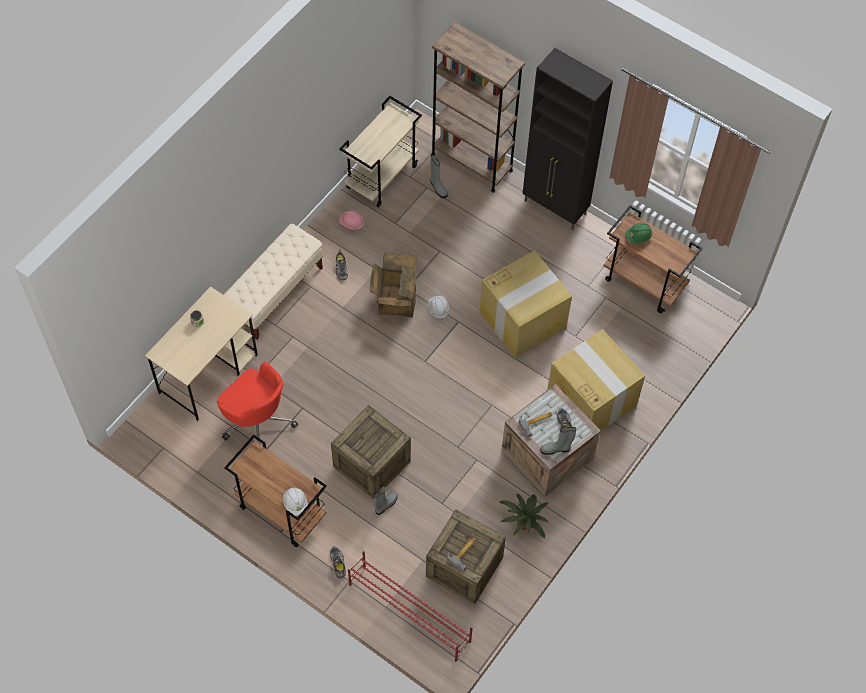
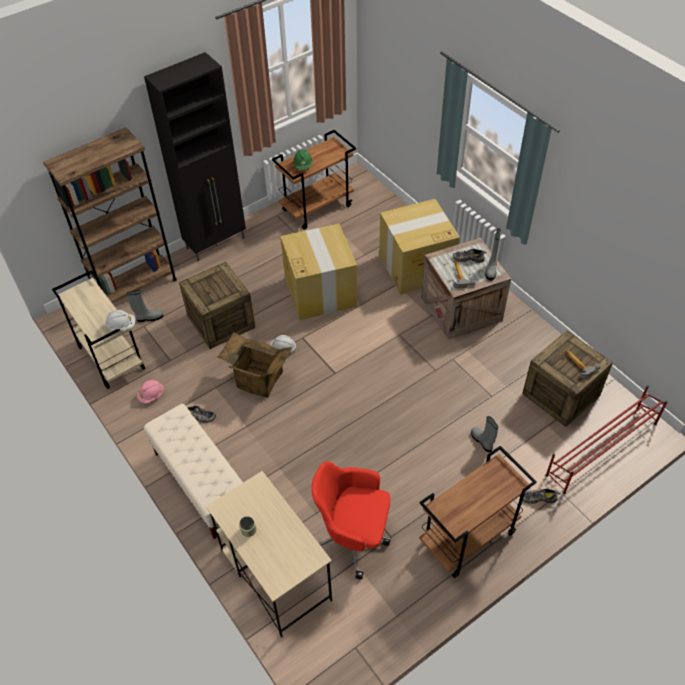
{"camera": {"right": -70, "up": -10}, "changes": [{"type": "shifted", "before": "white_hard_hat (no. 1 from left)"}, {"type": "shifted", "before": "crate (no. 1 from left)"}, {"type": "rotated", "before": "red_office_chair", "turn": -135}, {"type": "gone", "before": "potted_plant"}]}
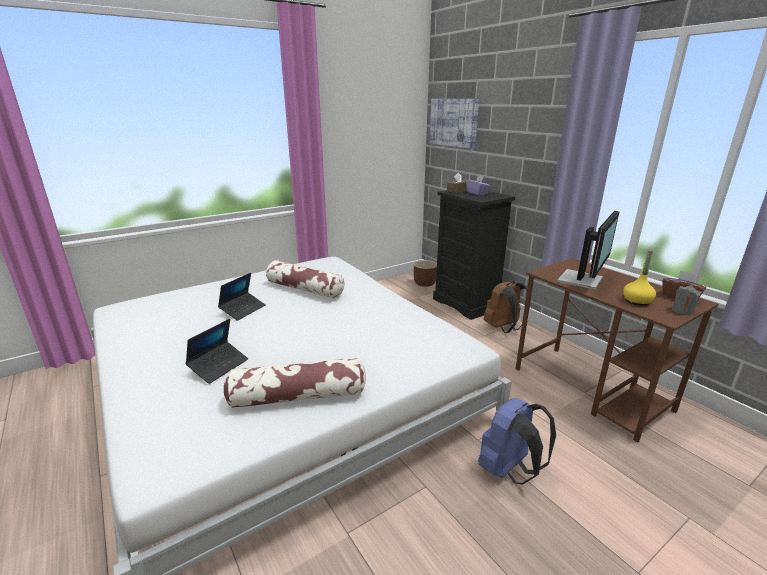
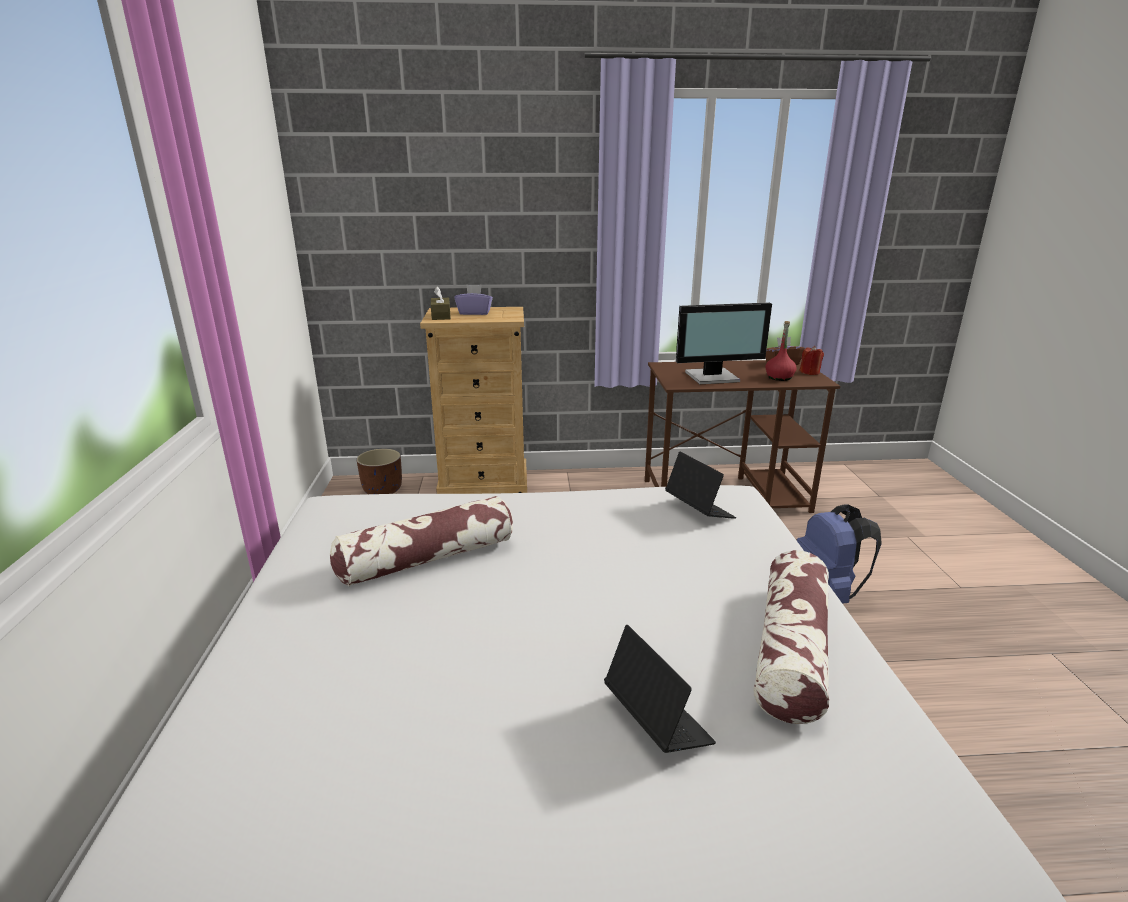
{"camera": {"right": -60, "up": 0}, "changes": [{"type": "repainted", "before": "black_dresser", "after": "beige_dresser"}, {"type": "shifted", "before": "laptop (no. 2 from left)"}, {"type": "rotated", "before": "monitor", "turn": 105}, {"type": "repainted", "before": "yellow_bottle", "after": "red_bottle"}, {"type": "repainted", "before": "grey_candle", "after": "red_candle"}, {"type": "gone", "before": "picture"}, {"type": "gone", "before": "brown_backpack"}]}
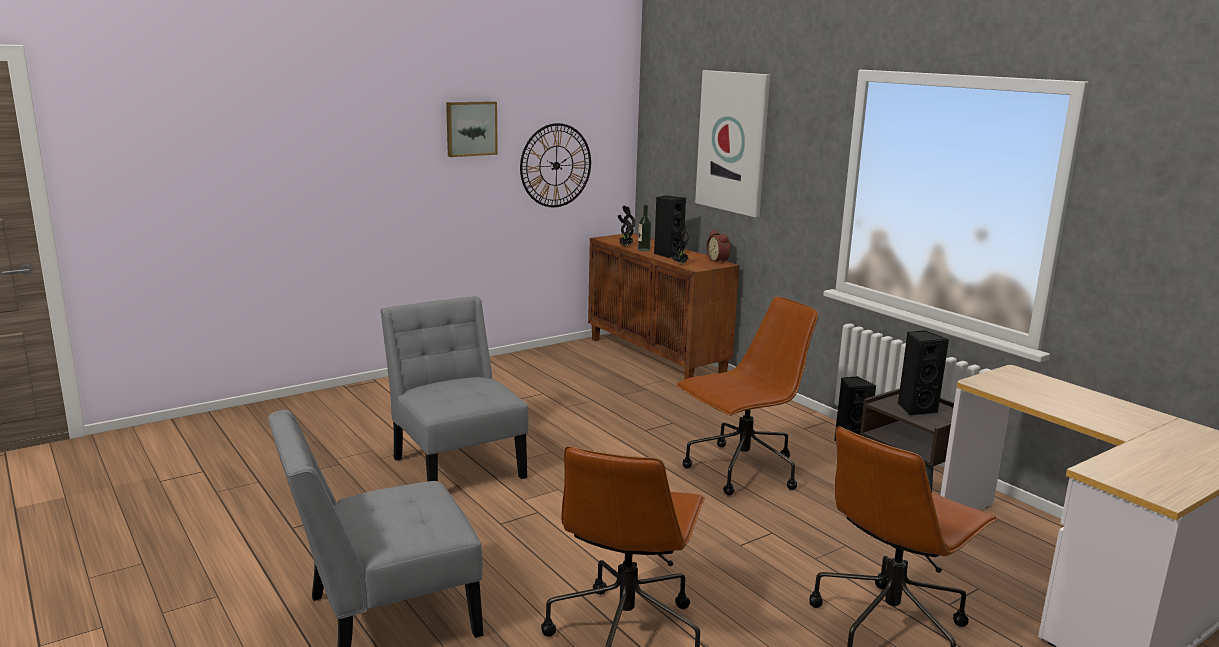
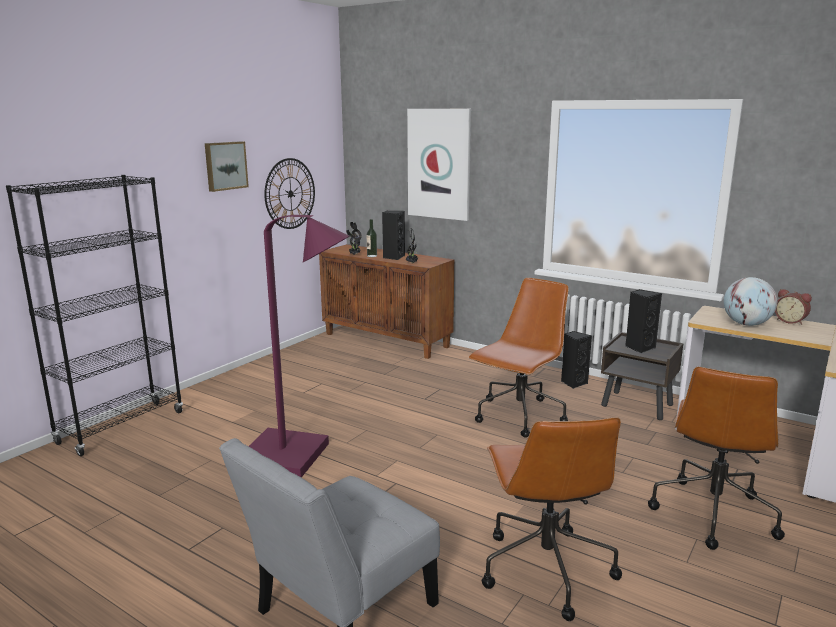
{"camera": {"right": -20, "up": 0}, "changes": [{"type": "new", "after": "black_bookcase"}, {"type": "swapped", "before": "grey_chair (no. 2 from left)", "after": "purple_floor_lamp"}, {"type": "new", "after": "globe"}, {"type": "shifted", "before": "alarm_clock"}]}
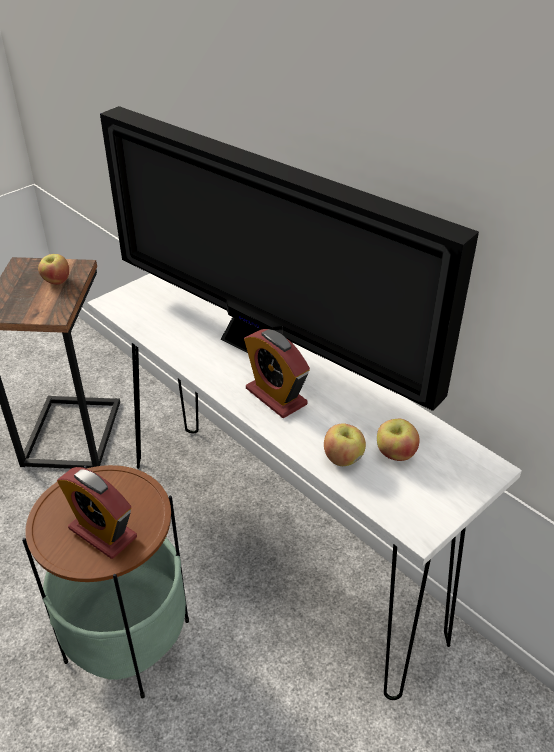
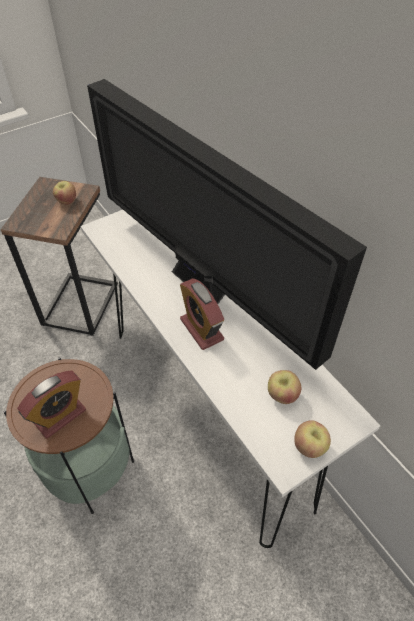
{"camera": {"right": 10, "up": 10}, "changes": [{"type": "rotated", "before": "alarm_clock (no. 1 from left)", "turn": -90}, {"type": "shifted", "before": "apple (no. 2 from left in the first image)", "after": "apple (no. 3 from left)"}]}
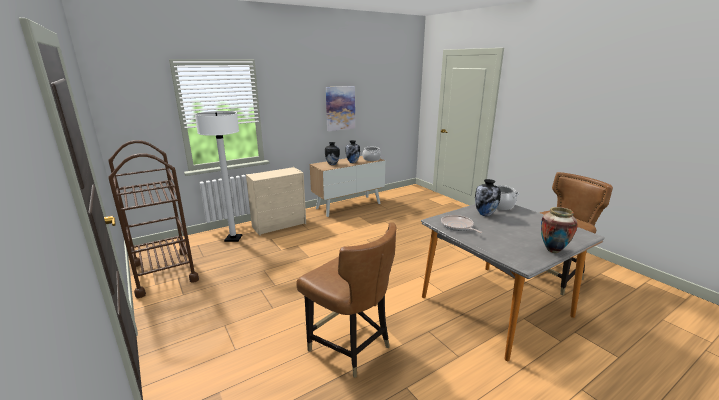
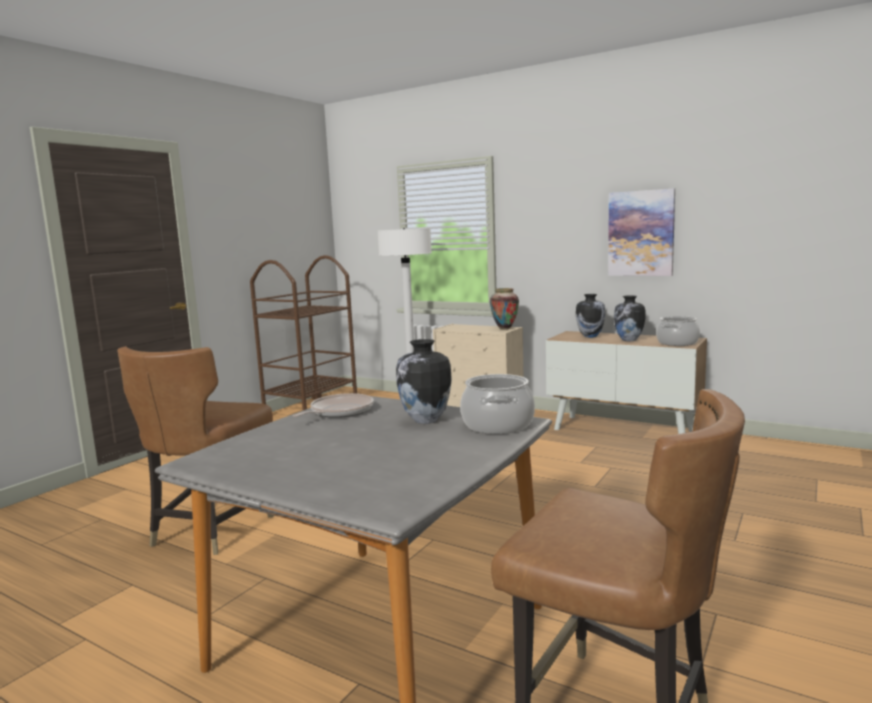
{"camera": {"right": 65, "up": -10}, "changes": [{"type": "shifted", "before": "vase (no. 4 from left in the first image)", "after": "vase (no. 2 from left)"}]}
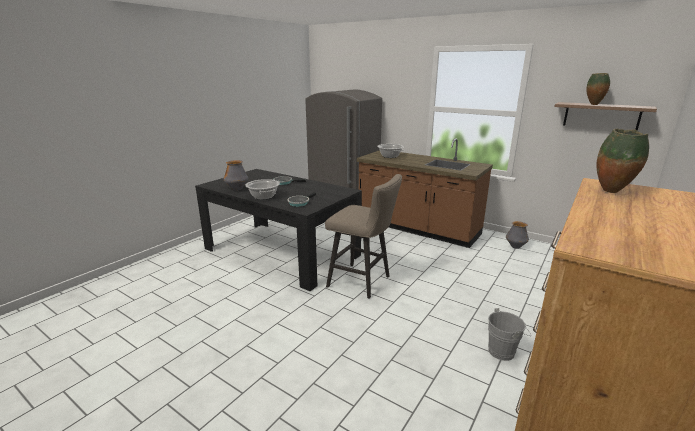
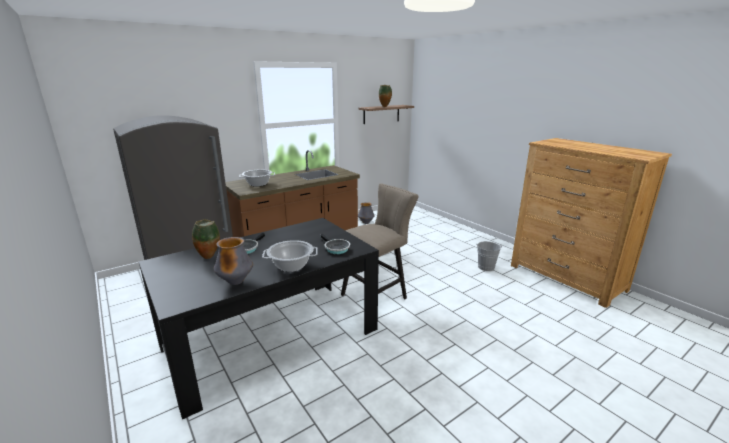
{"camera": {"right": -70, "up": 0}, "changes": [{"type": "shifted", "before": "vase (no. 4 from left in the first image)", "after": "vase (no. 1 from left)"}]}
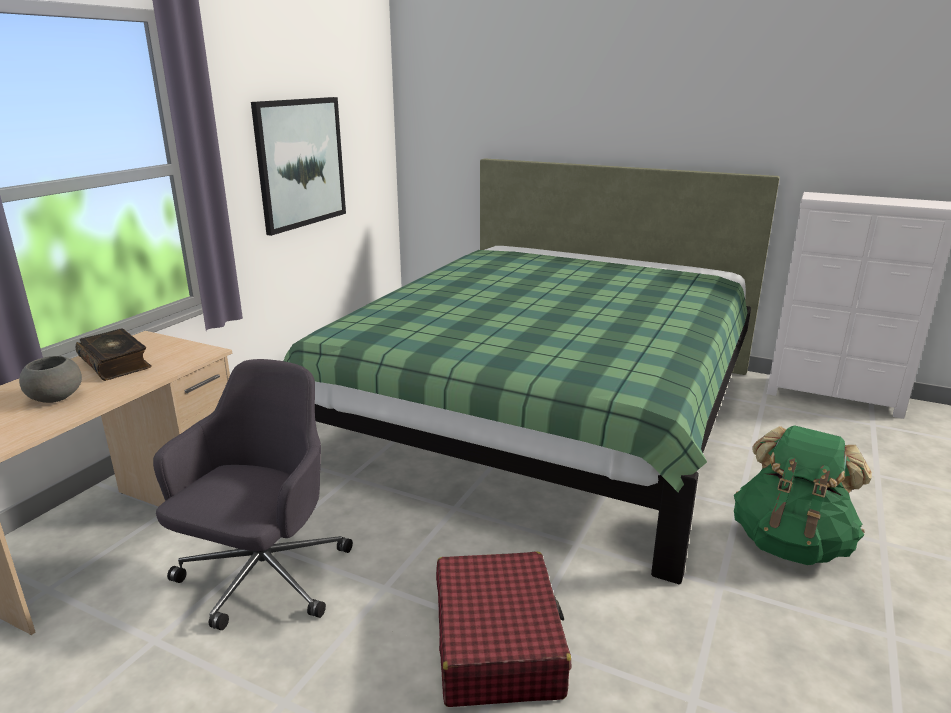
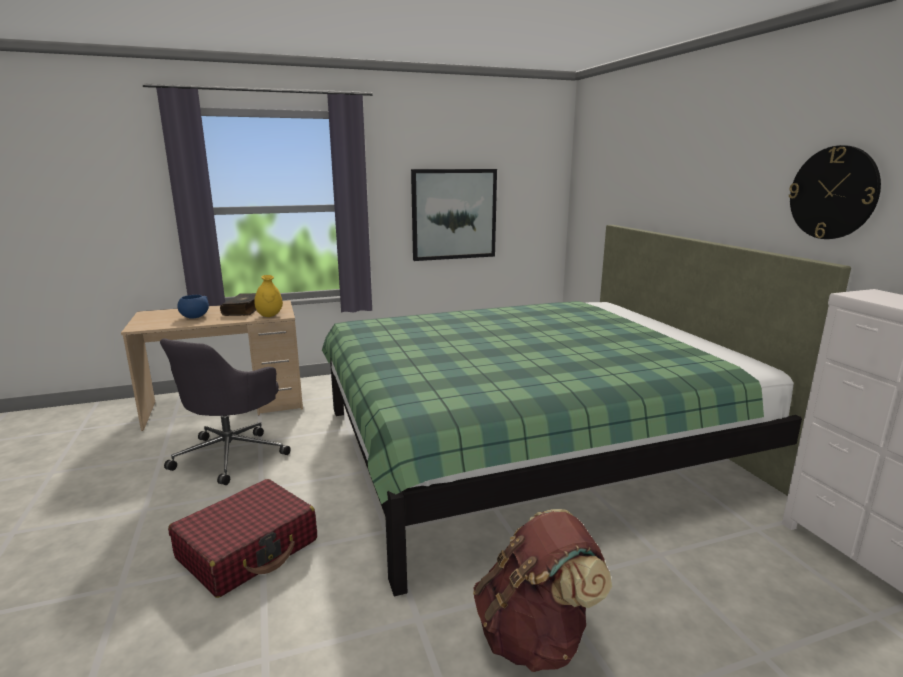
{"camera": {"right": 45, "up": -5}, "changes": [{"type": "rotated", "before": "grey_office_chair", "turn": 135}, {"type": "repainted", "before": "grey_bowl", "after": "blue_bowl"}, {"type": "new", "after": "yellow_vase"}, {"type": "repainted", "before": "green_backpack", "after": "brown_backpack"}, {"type": "new", "after": "wall_clock"}]}
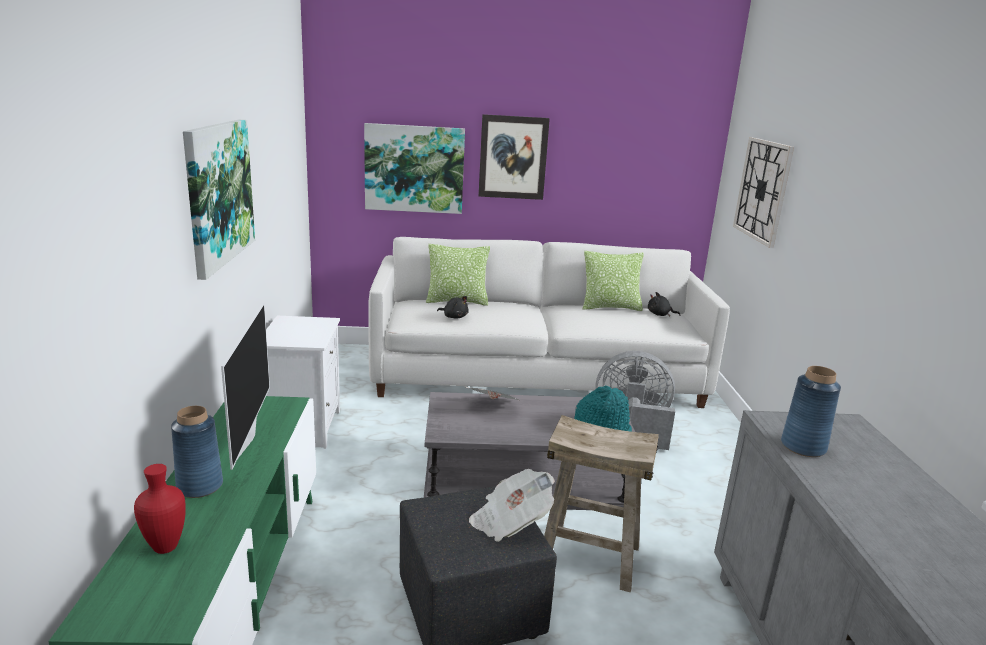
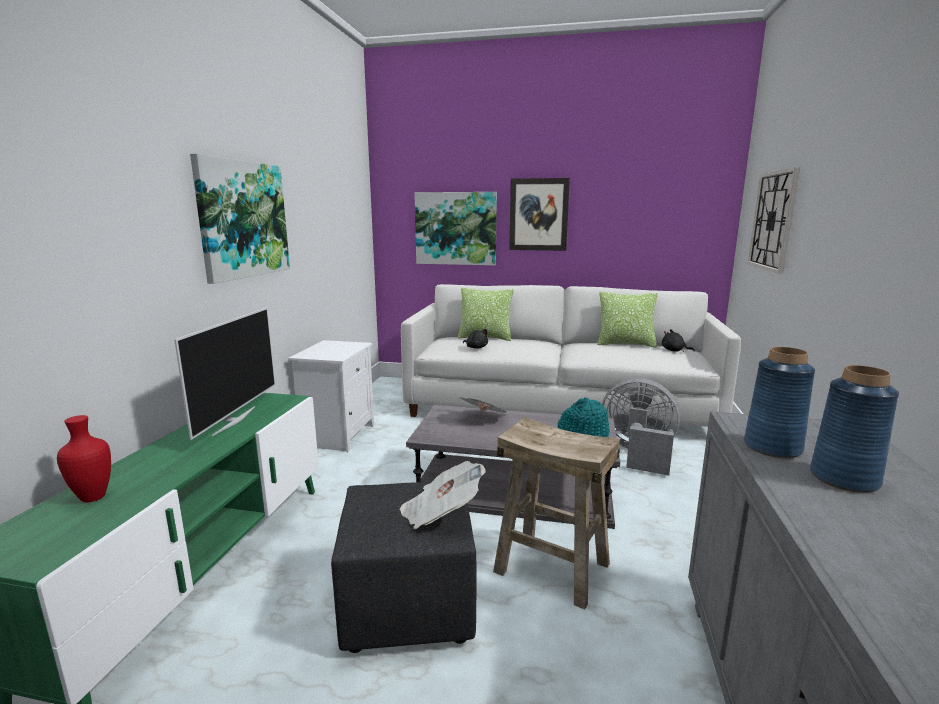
{"camera": {"right": 15, "up": -5}, "changes": [{"type": "shifted", "before": "blue_vase (no. 1 from left in the first image)", "after": "blue_vase (no. 2 from left)"}]}
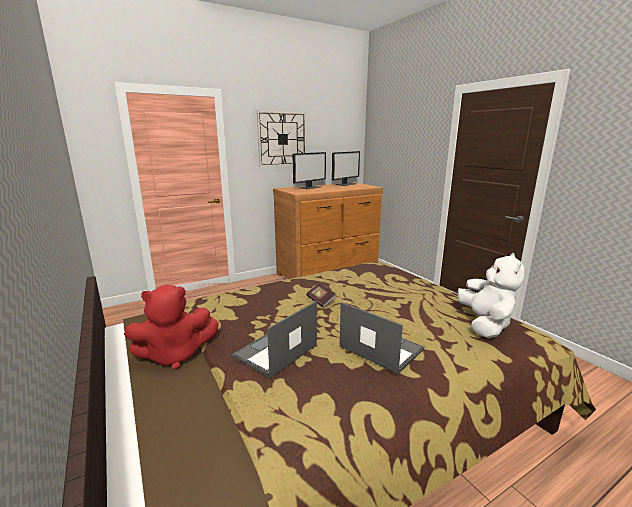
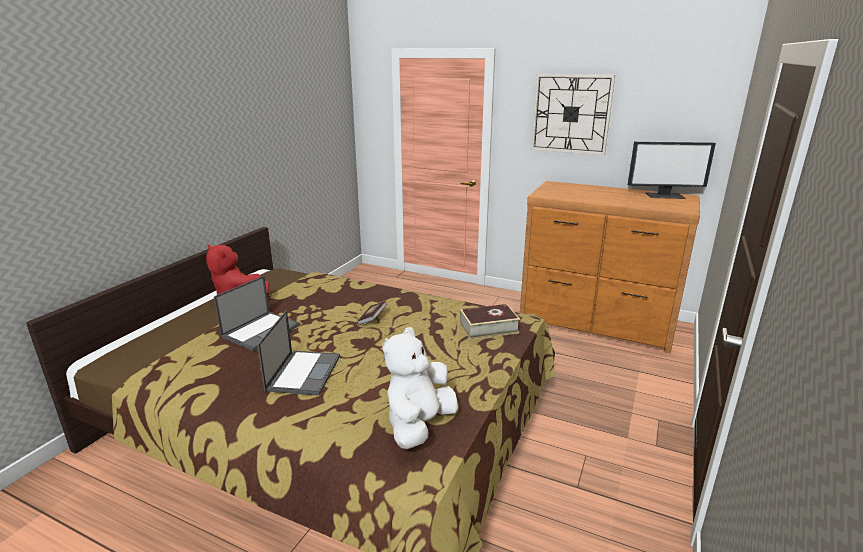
{"camera": {"right": 55, "up": 5}, "changes": [{"type": "rotated", "before": "laptop (no. 1 from left)", "turn": 120}, {"type": "rotated", "before": "white_plush_toy", "turn": 150}, {"type": "new", "after": "book (no. 2 from left)"}, {"type": "gone", "before": "monitor (no. 1 from left)"}]}
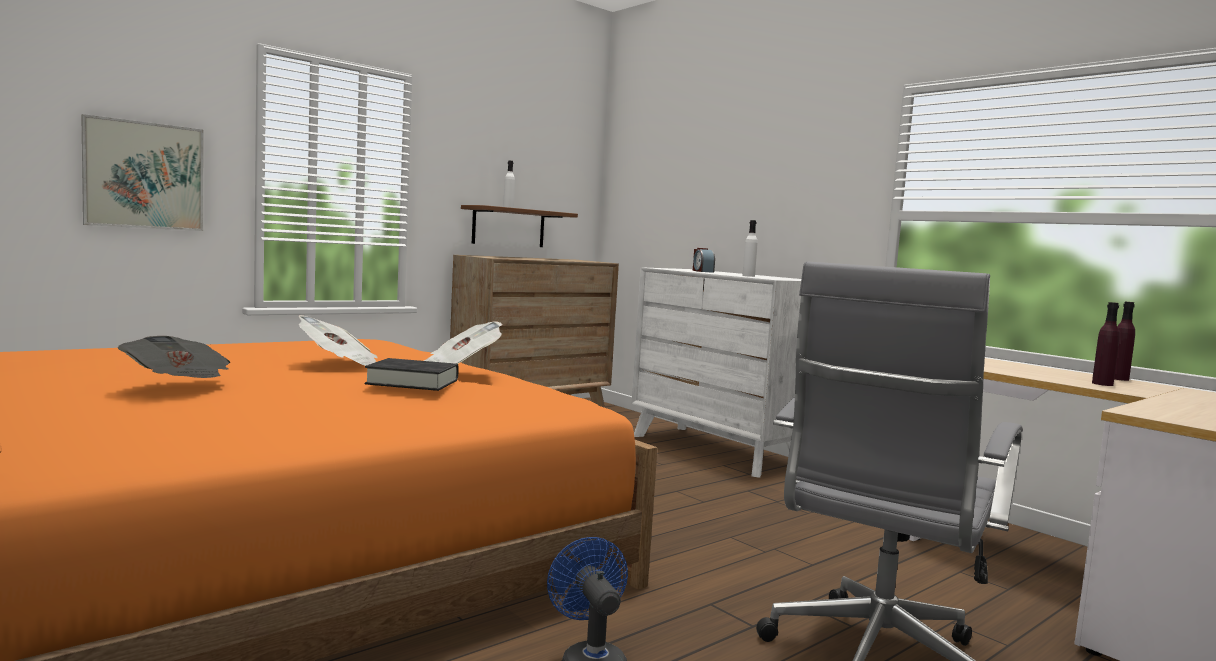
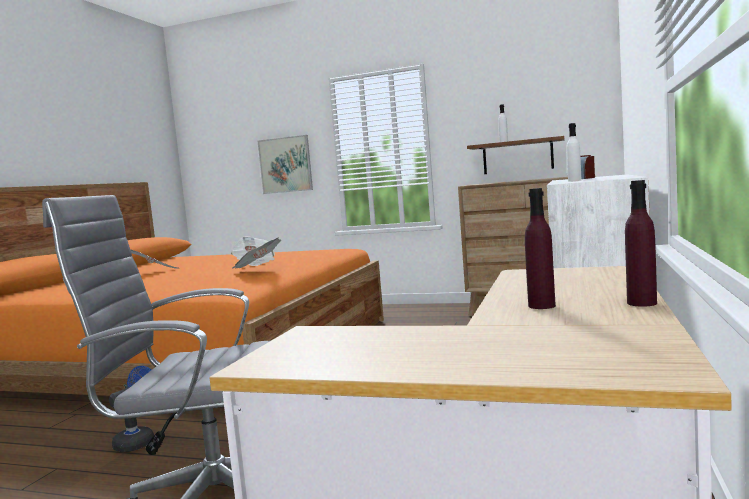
{"camera": {"right": 60, "up": 0}, "changes": [{"type": "gone", "before": "black_book"}]}
